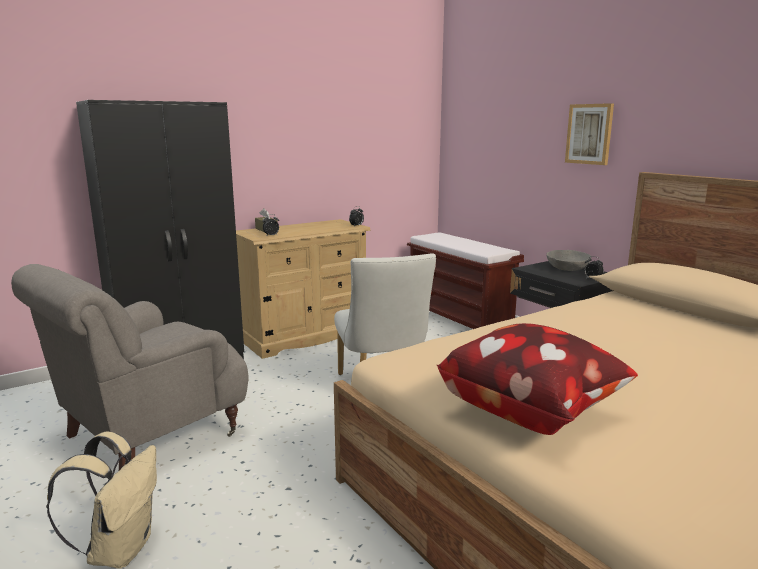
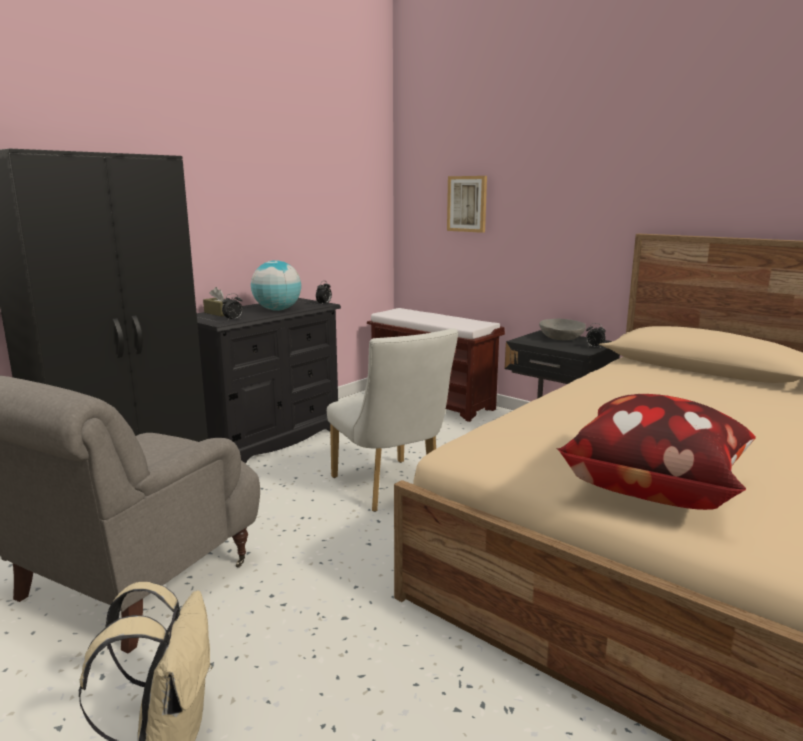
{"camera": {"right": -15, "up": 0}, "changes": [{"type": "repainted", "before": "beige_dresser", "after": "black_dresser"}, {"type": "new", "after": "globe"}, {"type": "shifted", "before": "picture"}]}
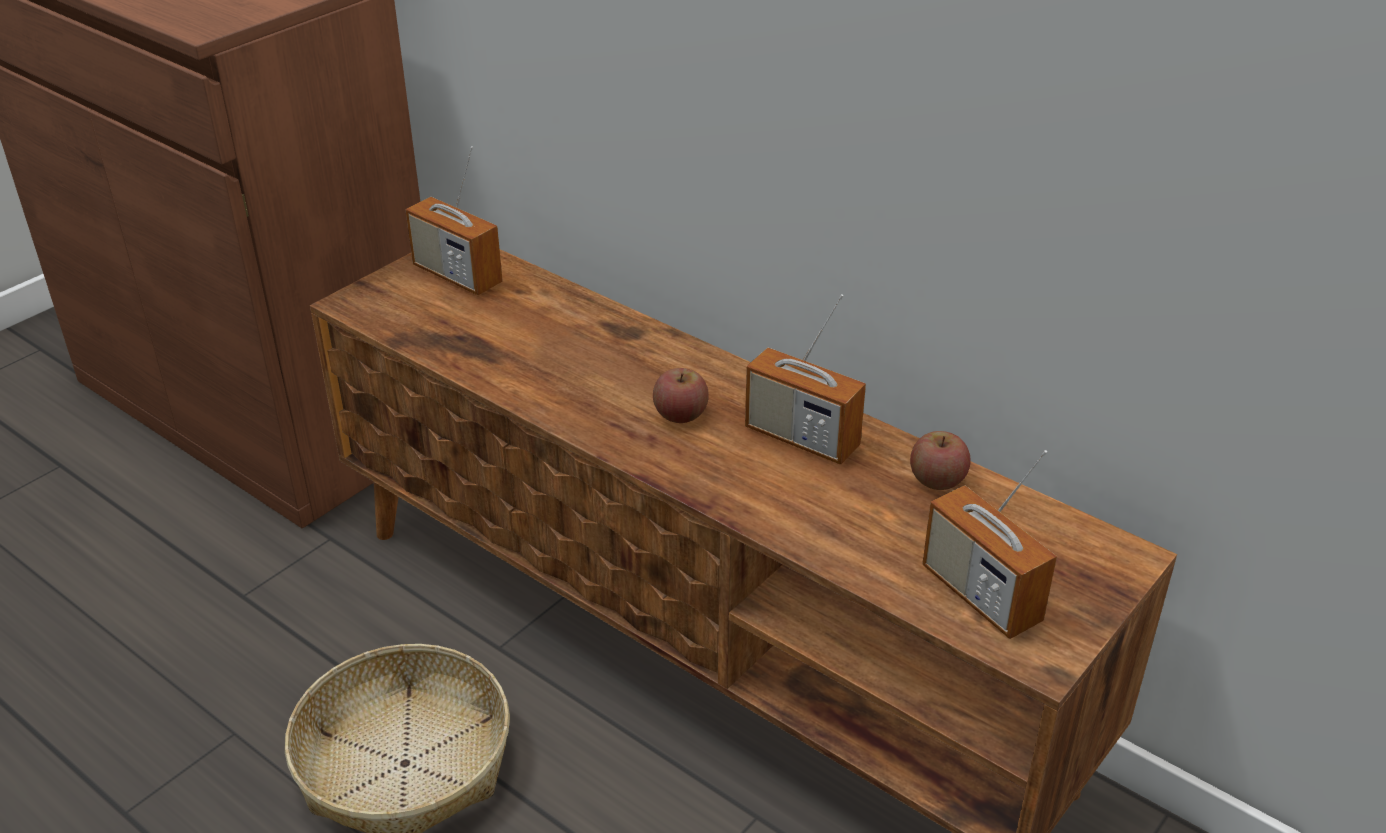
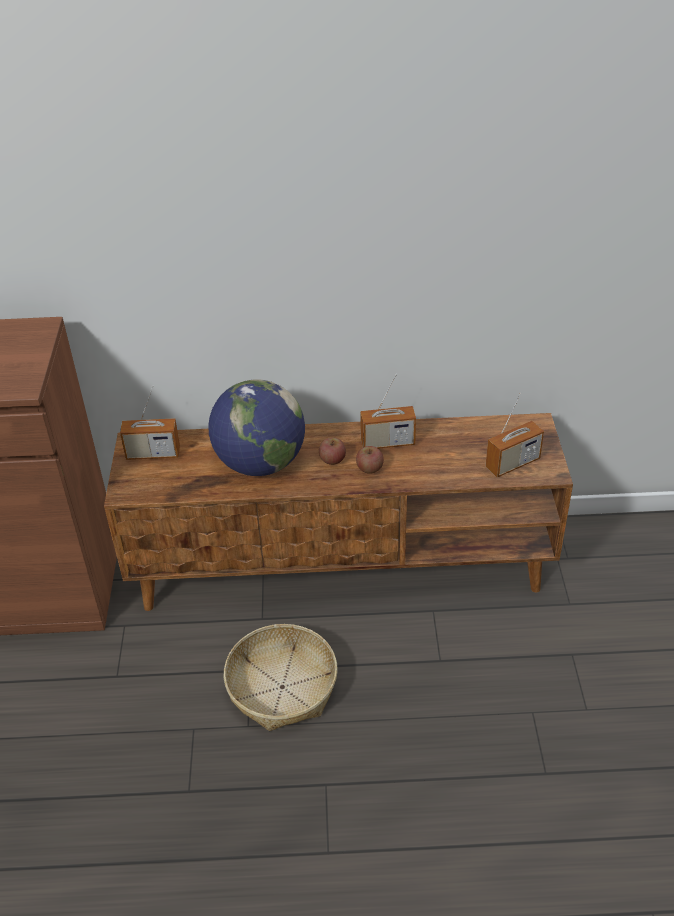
{"camera": {"right": -40, "up": 5}, "changes": [{"type": "new", "after": "globe"}, {"type": "shifted", "before": "apple (no. 2 from left)"}, {"type": "rotated", "before": "radio (no. 3 from left)", "turn": -45}]}
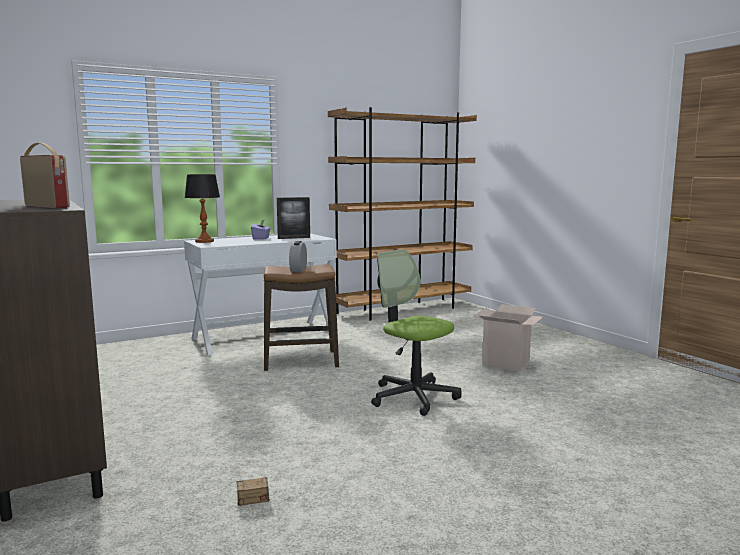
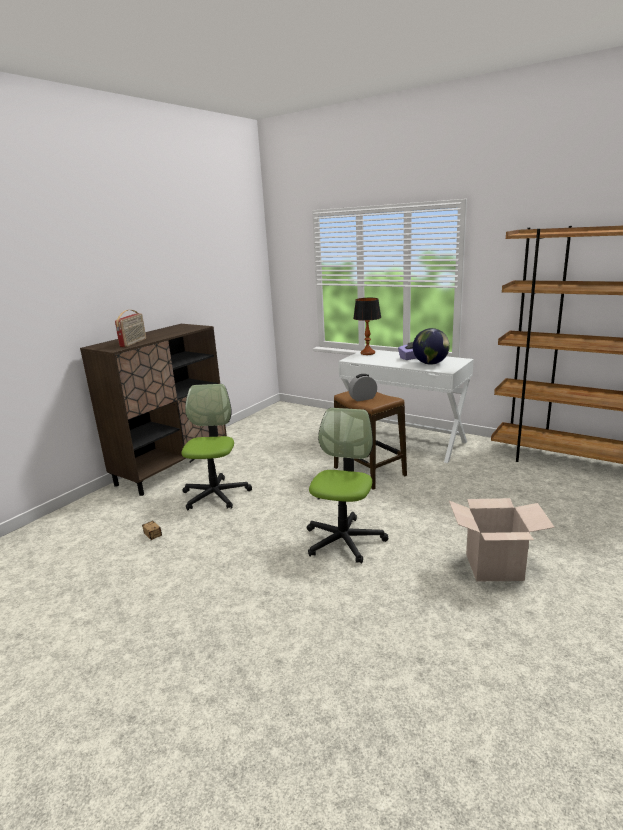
{"camera": {"right": 65, "up": 10}, "changes": [{"type": "new", "after": "office_chair (no. 1 from left)"}, {"type": "swapped", "before": "picture_frame", "after": "globe"}]}
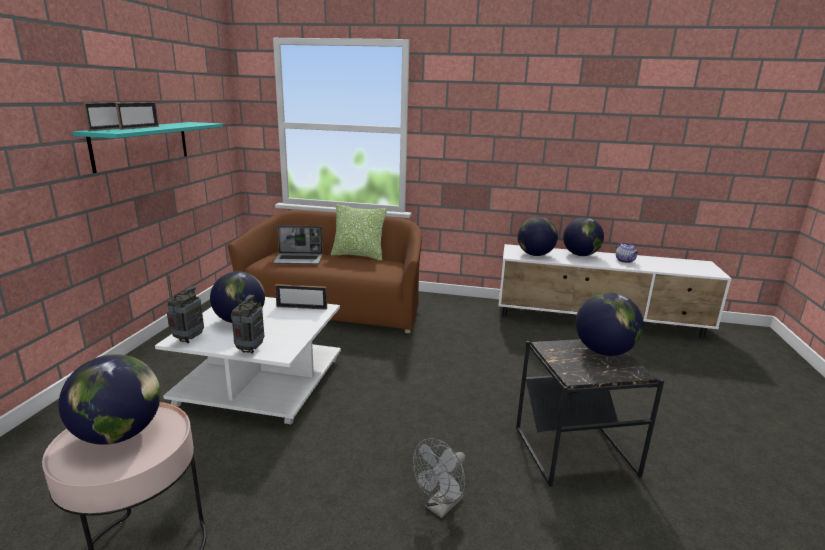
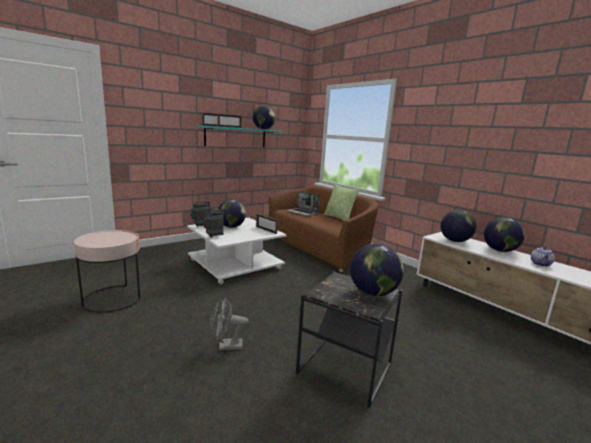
{"camera": {"right": 40, "up": -5}, "changes": [{"type": "shifted", "before": "globe (no. 1 from left in the first image)", "after": "globe (no. 2 from left)"}]}
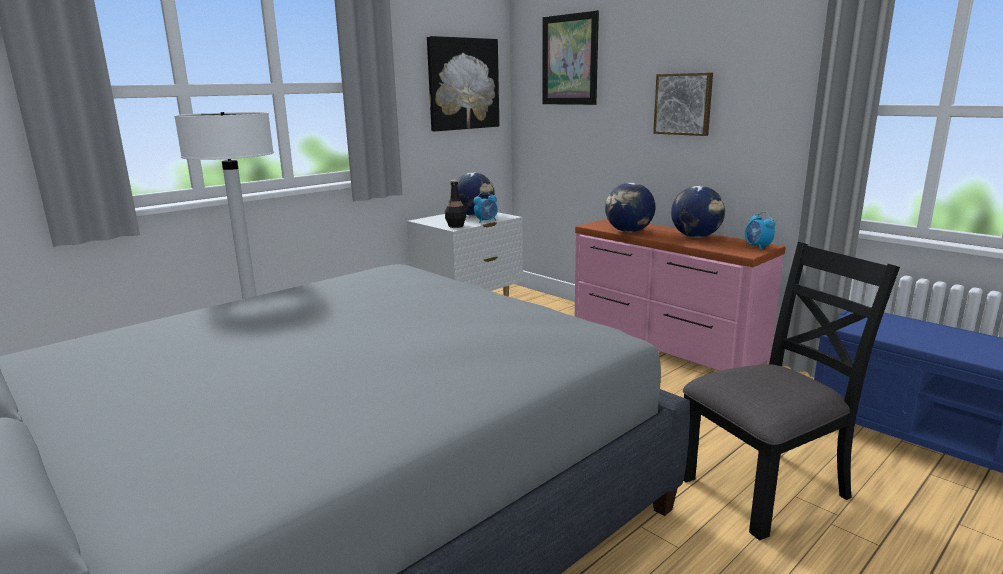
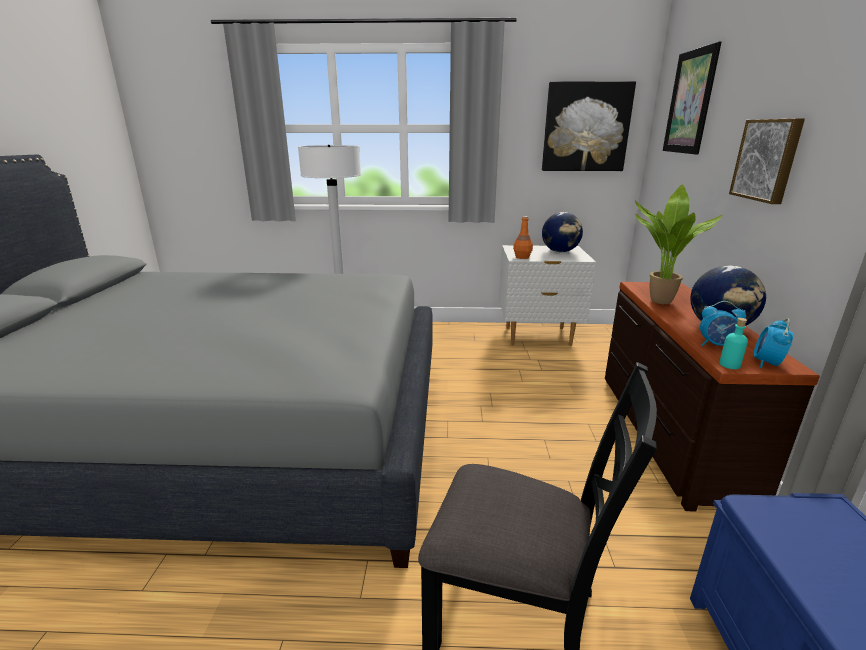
{"camera": {"right": 45, "up": 5}, "changes": [{"type": "repainted", "before": "black_bottle", "after": "orange_bottle"}, {"type": "repainted", "before": "pink_dresser", "after": "brown_dresser"}, {"type": "swapped", "before": "globe (no. 2 from left)", "after": "potted_plant"}, {"type": "shifted", "before": "alarm_clock (no. 1 from left)"}, {"type": "new", "after": "turquoise_bottle"}]}
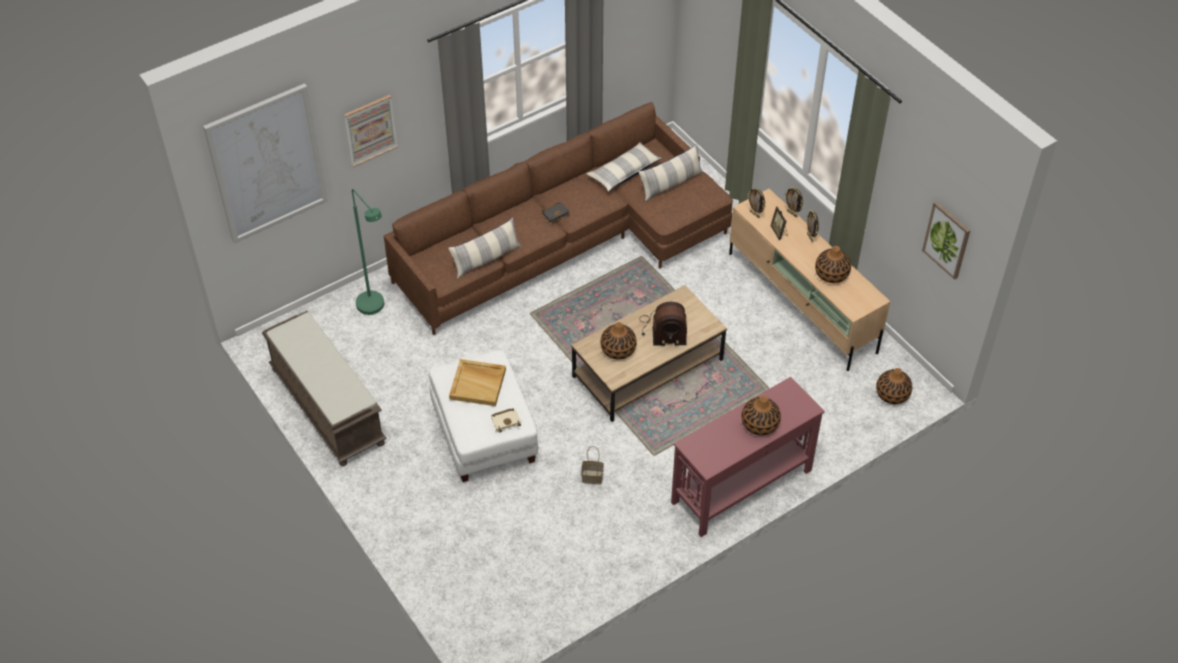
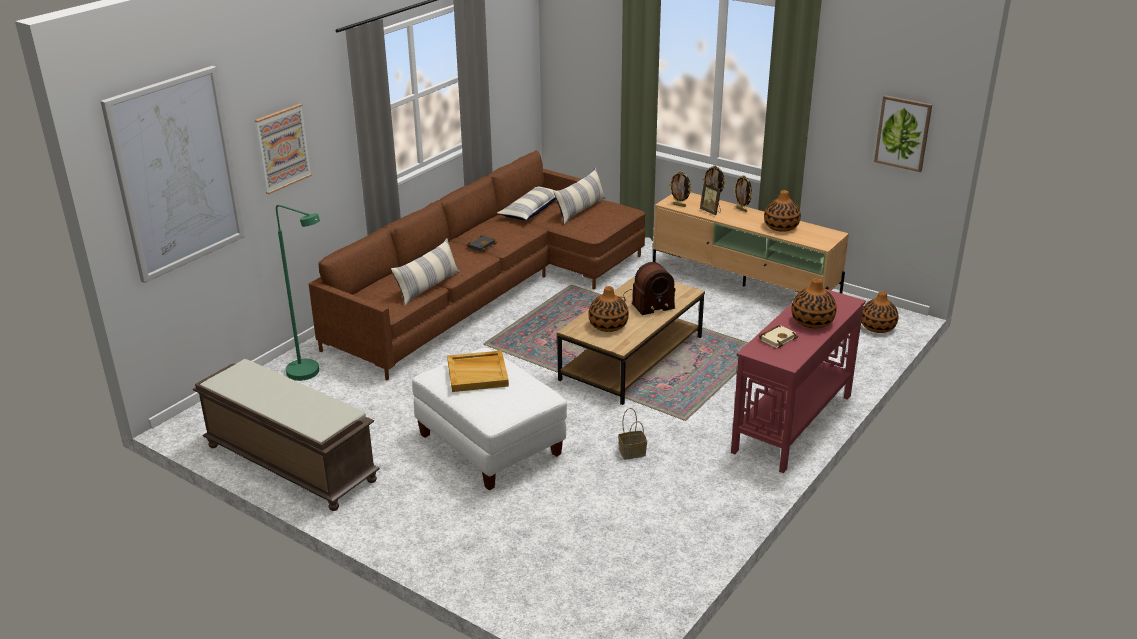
{"camera": {"right": -20, "up": -20}, "changes": [{"type": "shifted", "before": "beige_book"}]}
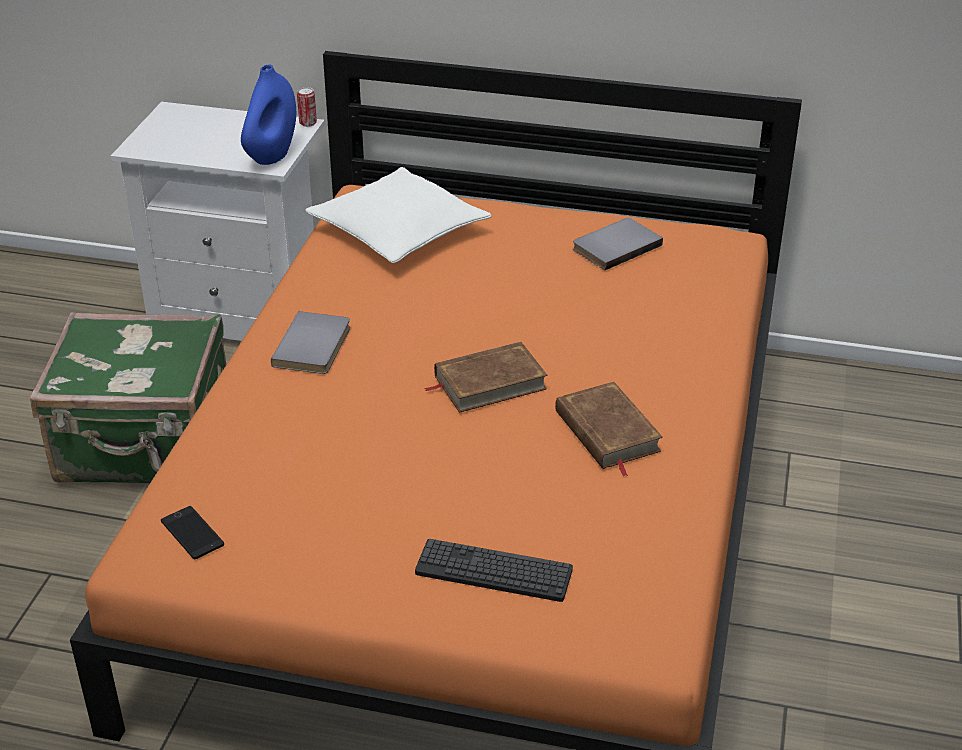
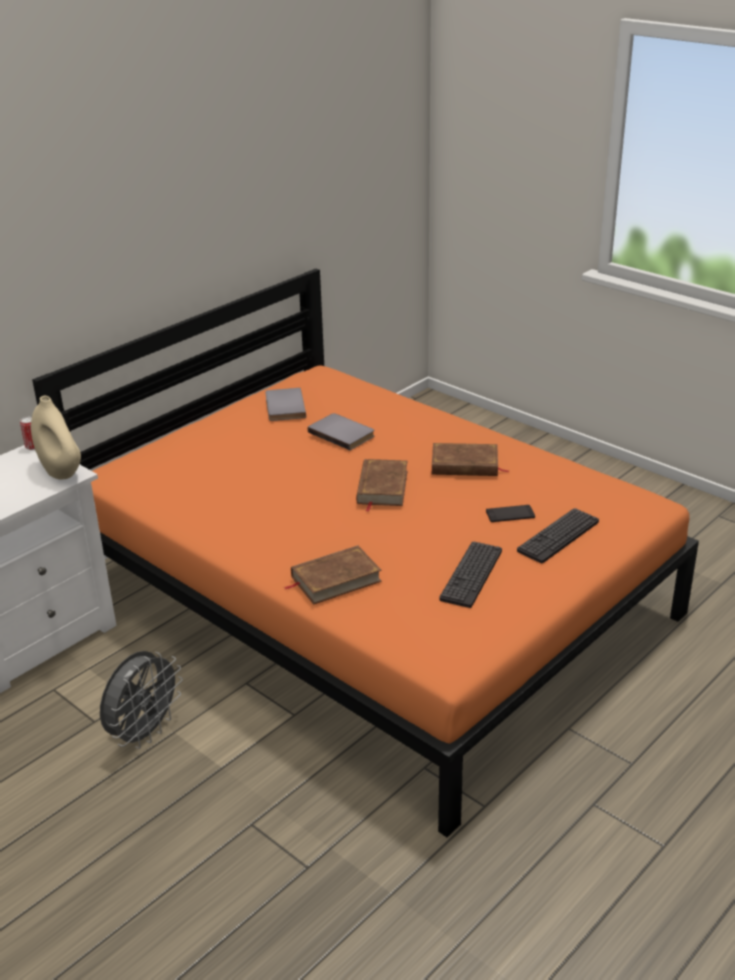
{"camera": {"right": -60, "up": -5}, "changes": [{"type": "repainted", "before": "blue_vase", "after": "beige_vase"}, {"type": "swapped", "before": "green_suitcase", "after": "grey_fan"}, {"type": "new", "after": "brown_book (no. 1 from left)"}, {"type": "shifted", "before": "grey_book (no. 1 from left in the first image)", "after": "grey_book (no. 2 from left)"}, {"type": "new", "after": "keyboard (no. 1 from left)"}, {"type": "shifted", "before": "phone"}, {"type": "gone", "before": "white_pillow"}]}
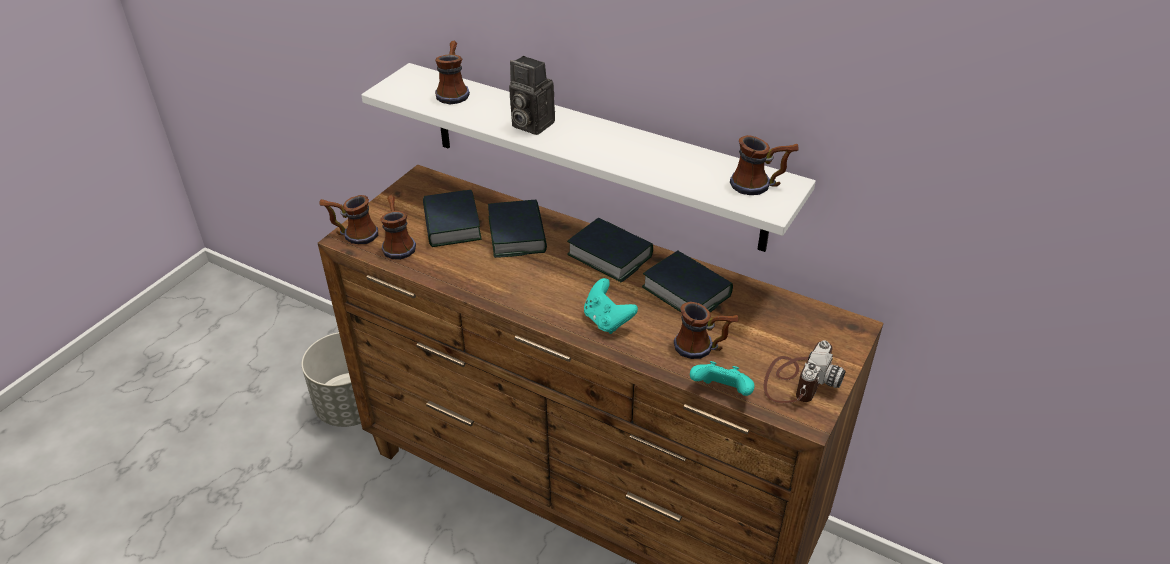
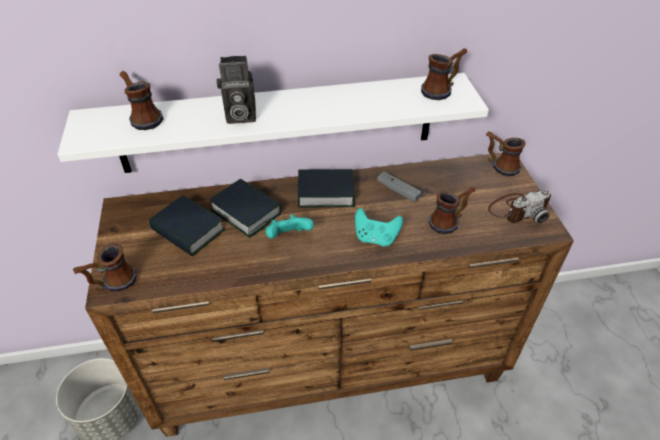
{"camera": {"right": -40, "up": 5}, "changes": [{"type": "shifted", "before": "turquoise_game_controller (no. 2 from left in the first image)", "after": "turquoise_game_controller (no. 1 from left)"}, {"type": "swapped", "before": "book (no. 4 from left)", "after": "grey_game_controller"}, {"type": "shifted", "before": "mug (no. 2 from left in the first image)", "after": "mug (no. 5 from left)"}, {"type": "rotated", "before": "photo_camera (no. 2 from left)", "turn": 75}]}
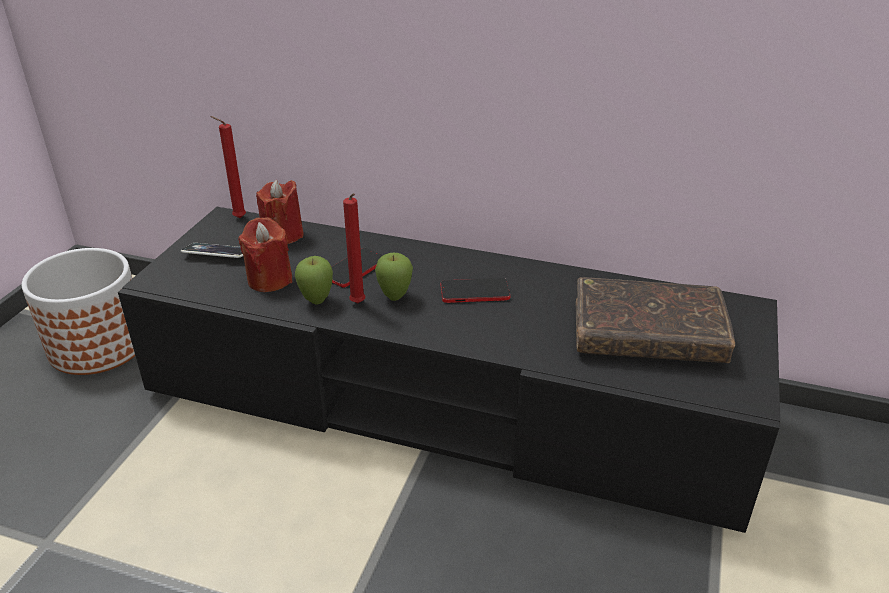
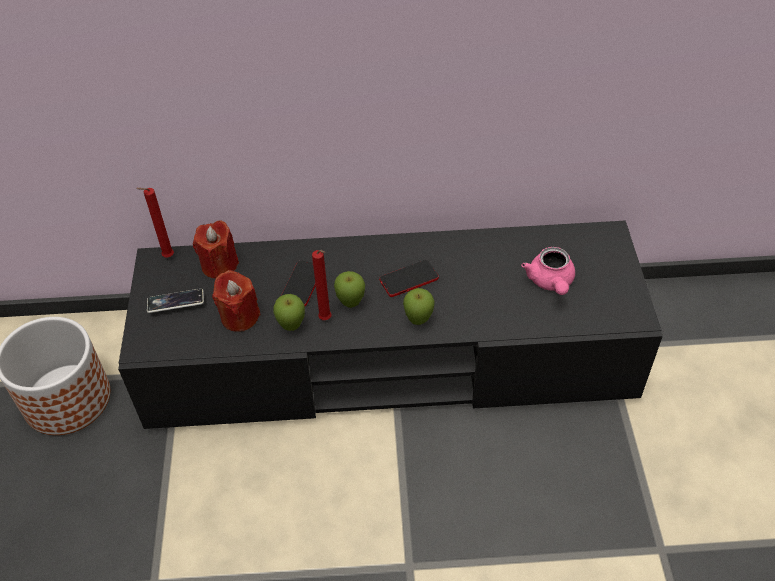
{"camera": {"right": -20, "up": 15}, "changes": [{"type": "new", "after": "apple (no. 3 from left)"}, {"type": "swapped", "before": "brown_book", "after": "pink_teapot"}]}
